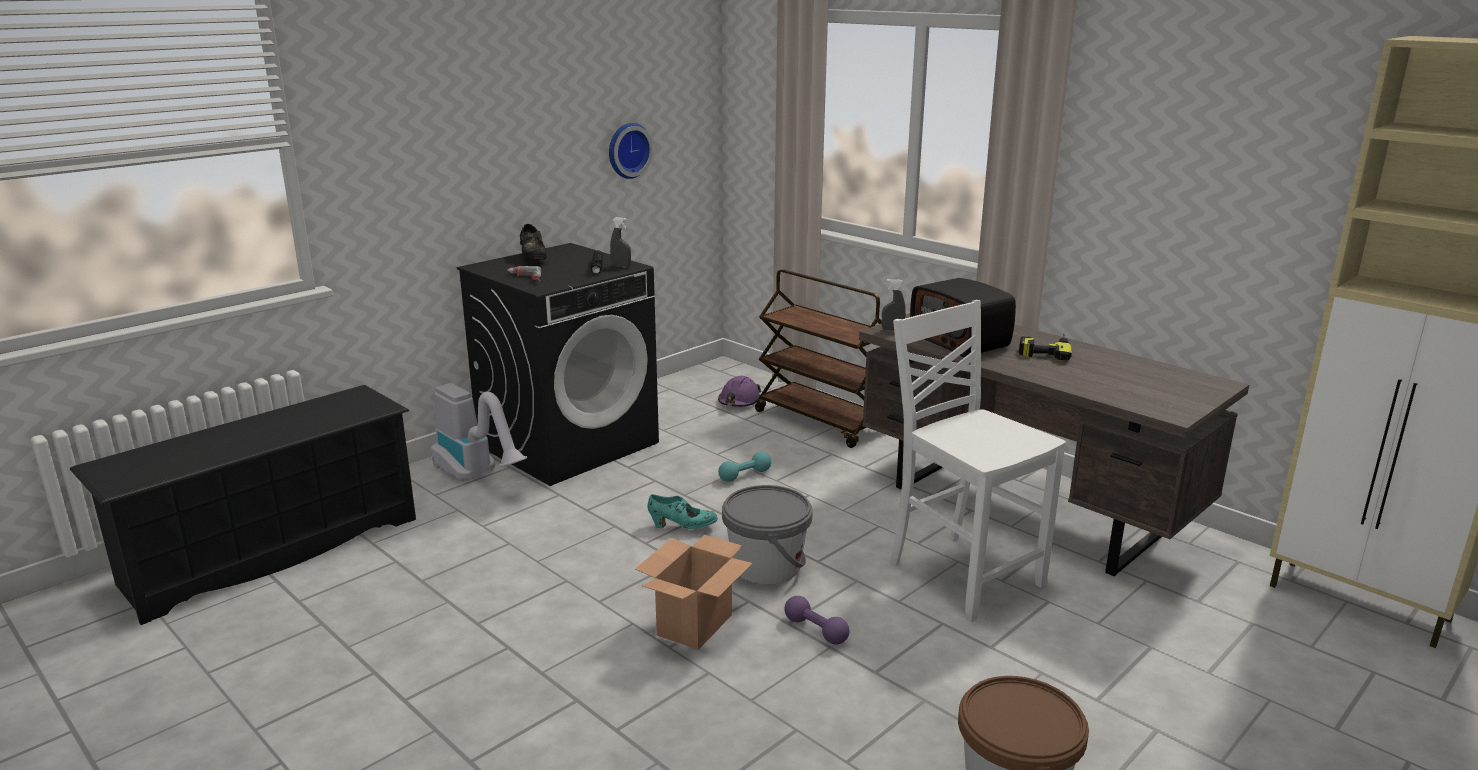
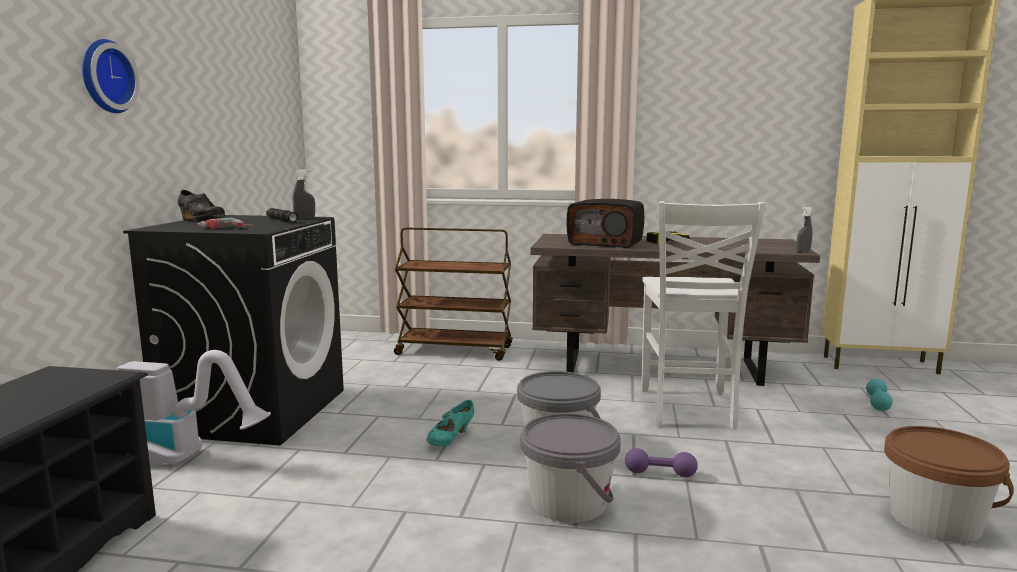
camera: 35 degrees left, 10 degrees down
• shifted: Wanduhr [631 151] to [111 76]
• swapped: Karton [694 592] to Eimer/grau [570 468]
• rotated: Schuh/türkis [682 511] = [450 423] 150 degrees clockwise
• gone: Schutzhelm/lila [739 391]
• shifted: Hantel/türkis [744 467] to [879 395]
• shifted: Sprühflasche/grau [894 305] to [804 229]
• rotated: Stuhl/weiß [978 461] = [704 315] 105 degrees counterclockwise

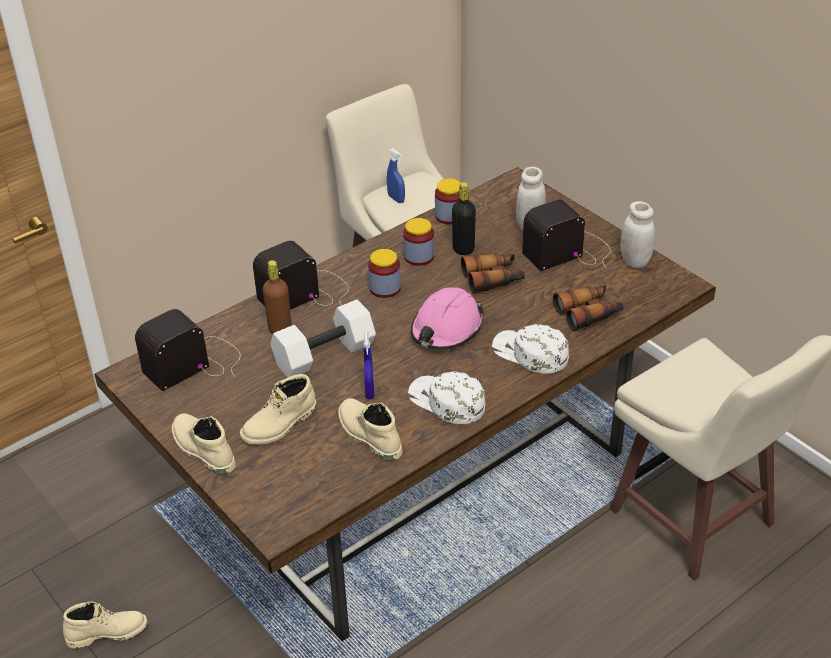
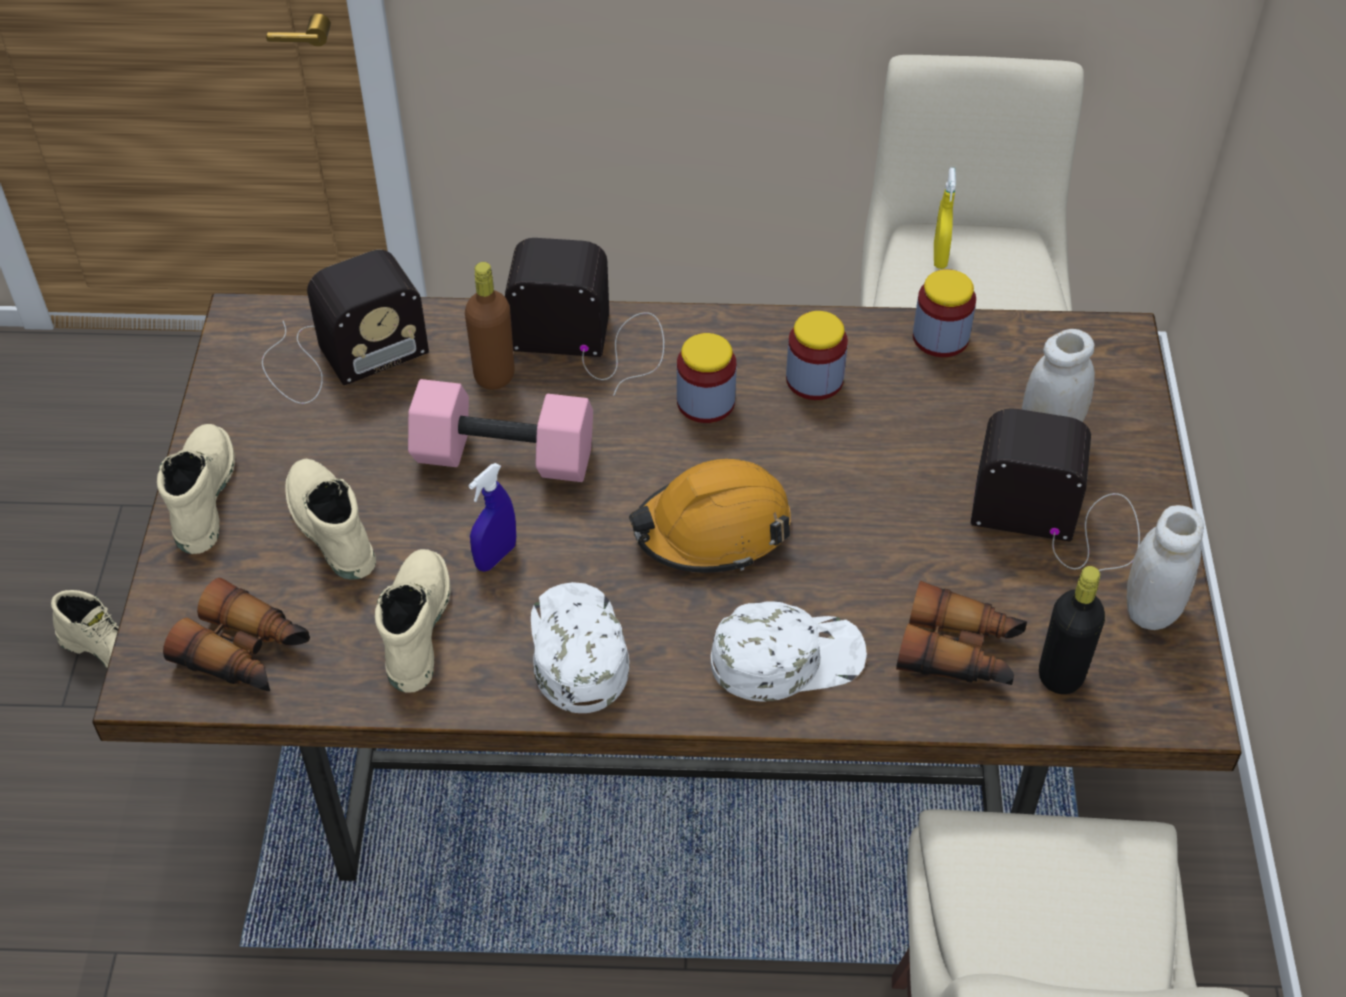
camera: 40 degrees right, 10 degrees up
• rotated: Radio [188 350] = [345 327] 150 degrees clockwise
• rotated: Stiefel/beige [278 409] = [330 519] 60 degrees clockwise
• repainted: Hantel/weiß [323 339] to Hantel/rosa [500 430]
• repainted: Sprühflasche/blau [396 175] to Sprühflasche/gelb [945 218]
• repainted: Schutzhelm/rosa [447 318] to Schutzhelm/orange [710 515]
• shifted: Flasche/schwarz [464 218] to [1072 630]
• shifted: Fernglas [493 273] to [236 634]
• rotated: Kappe/weiß [530 348] = [789 651] 90 degrees clockwise

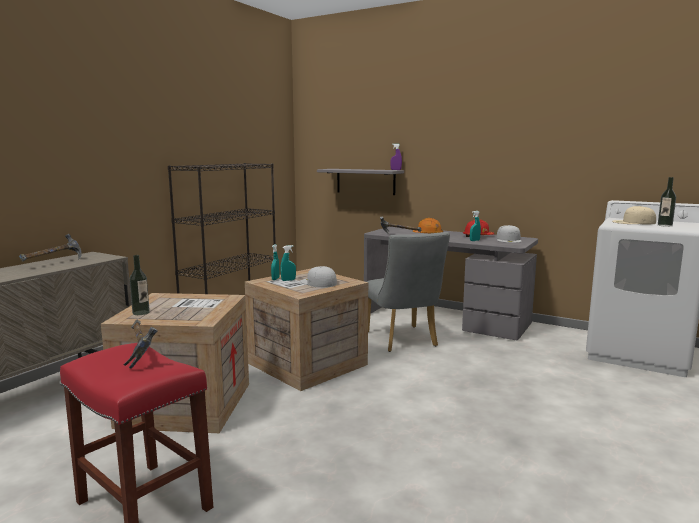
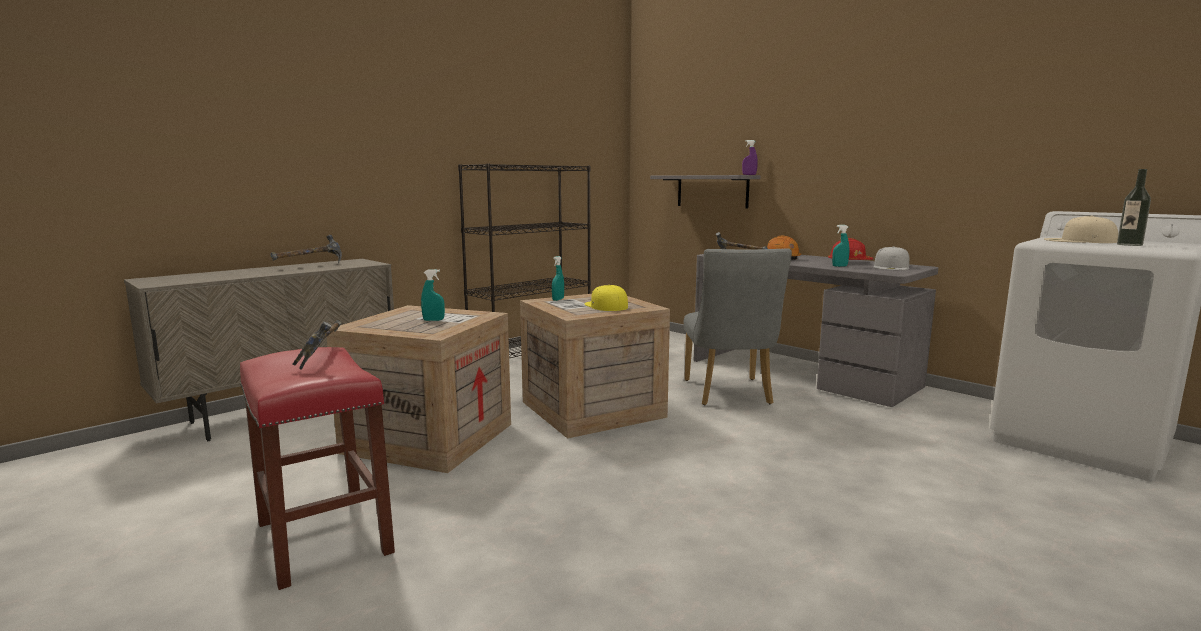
camera: 15 degrees right, 0 degrees up
• gone: Flasche [140 285]
• shifted: Sprühflasche/türkis [288 263] to [433 295]
• repainted: Kappe/weiß [318 277] to Kappe/gelb [606 298]

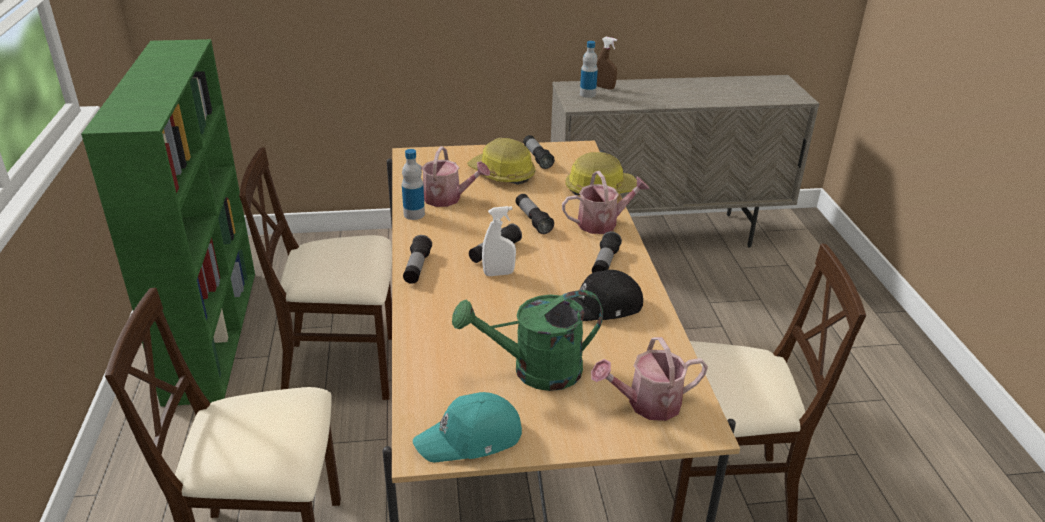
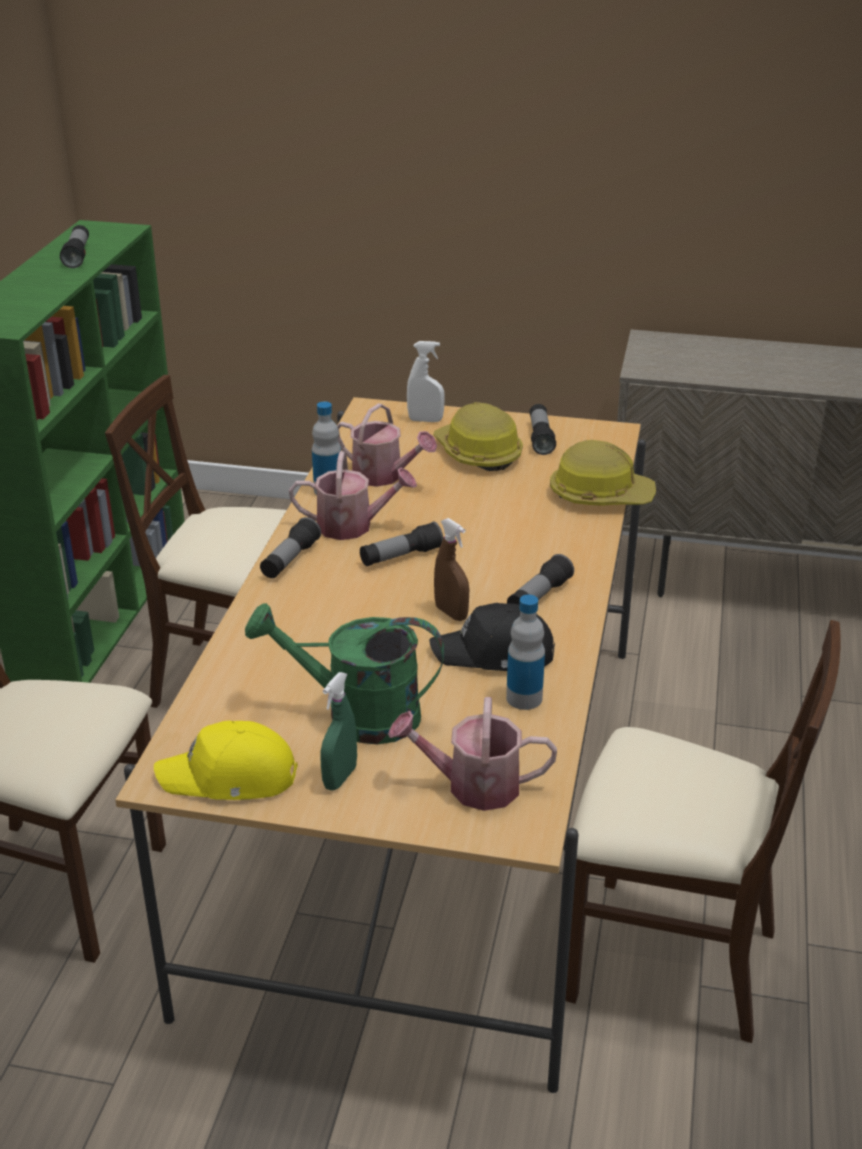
camera: 20 degrees right, 0 degrees up
• repainted: Kappe/türkis [467 427] to Kappe/gelb [225 760]
• shifted: Sprühflasche/weiß [499 241] to [426 381]
• shifted: Taschenlampe [535 214] to [74 246]
• shifted: Gießkanne [605 202] to [353 495]
• shifted: Flasche [589 69] to [525 652]
• shifted: Sprühflasche/braun [607 63] to [451 569]
• new: Sprühflasche/grün [338 731]

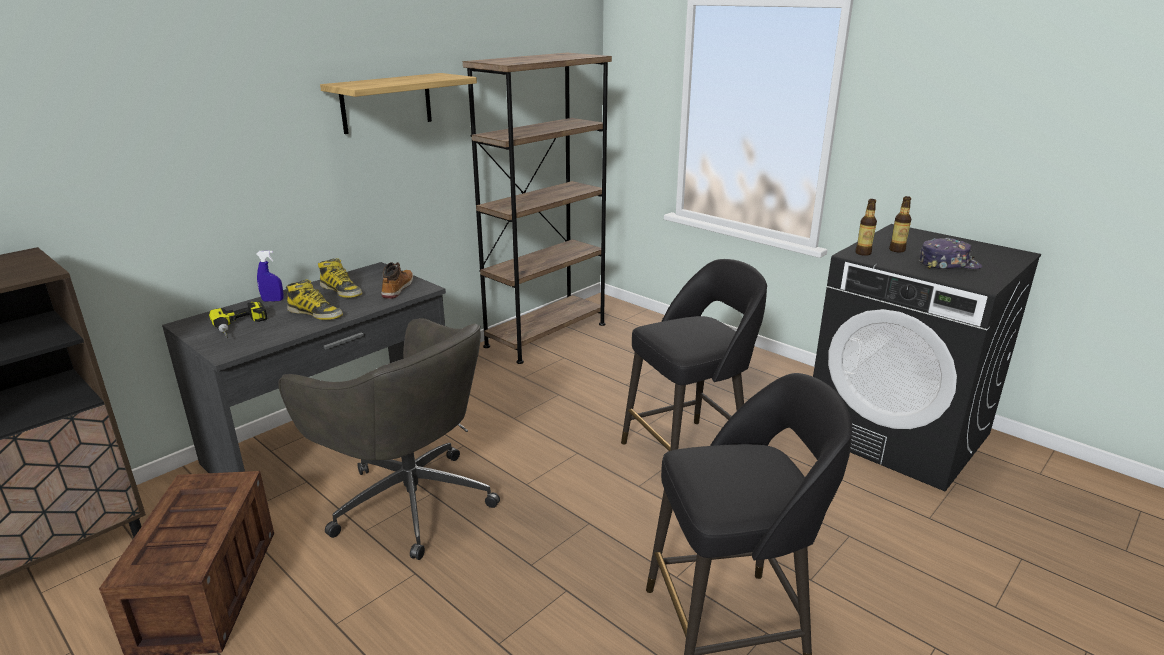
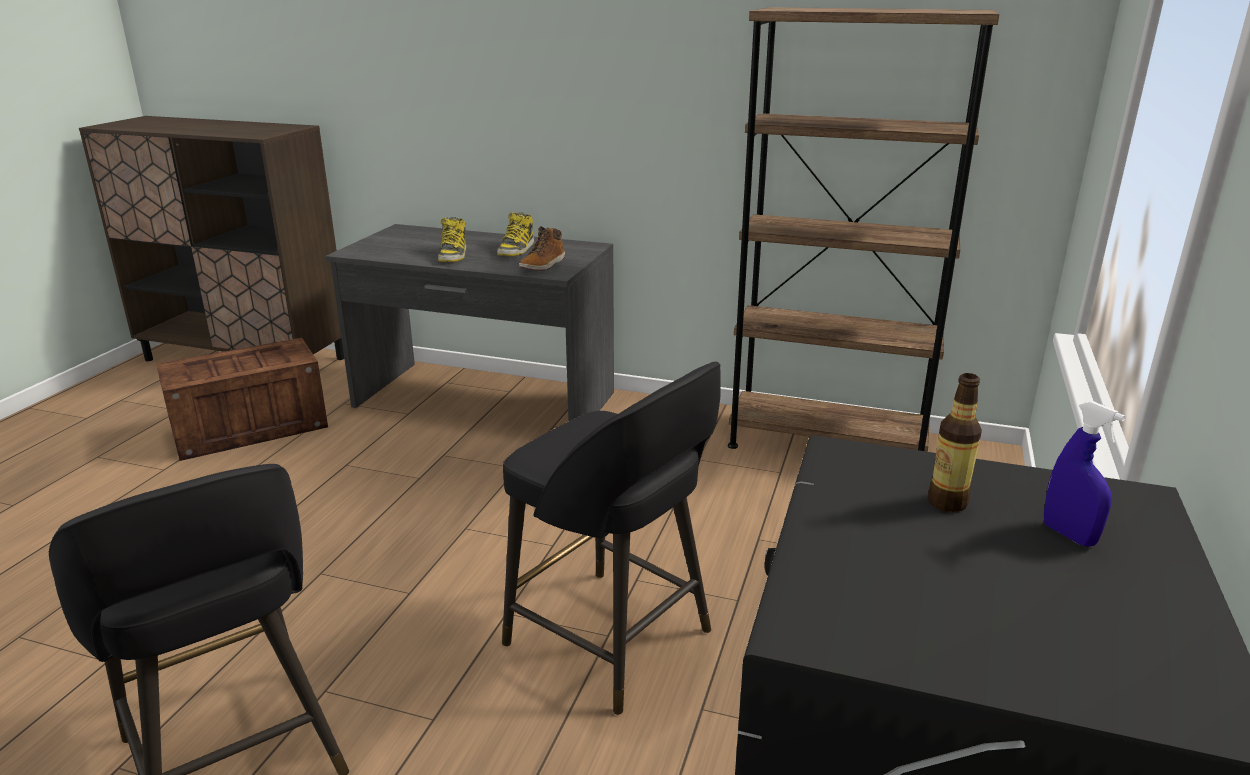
camera: 65 degrees right, 0 degrees up
• gone: Bohrmaschine [238 320]
• shifted: Sprühflasche/blau [270 275] to [1085 474]
• gone: Bürostuhl/grau [389 439]
• gone: Wandregal [398 103]
• rotated: Stiefel [397 280] = [542 248] 135 degrees clockwise
• gone: Flasche [866 227]
• gone: Kappe [950 253]

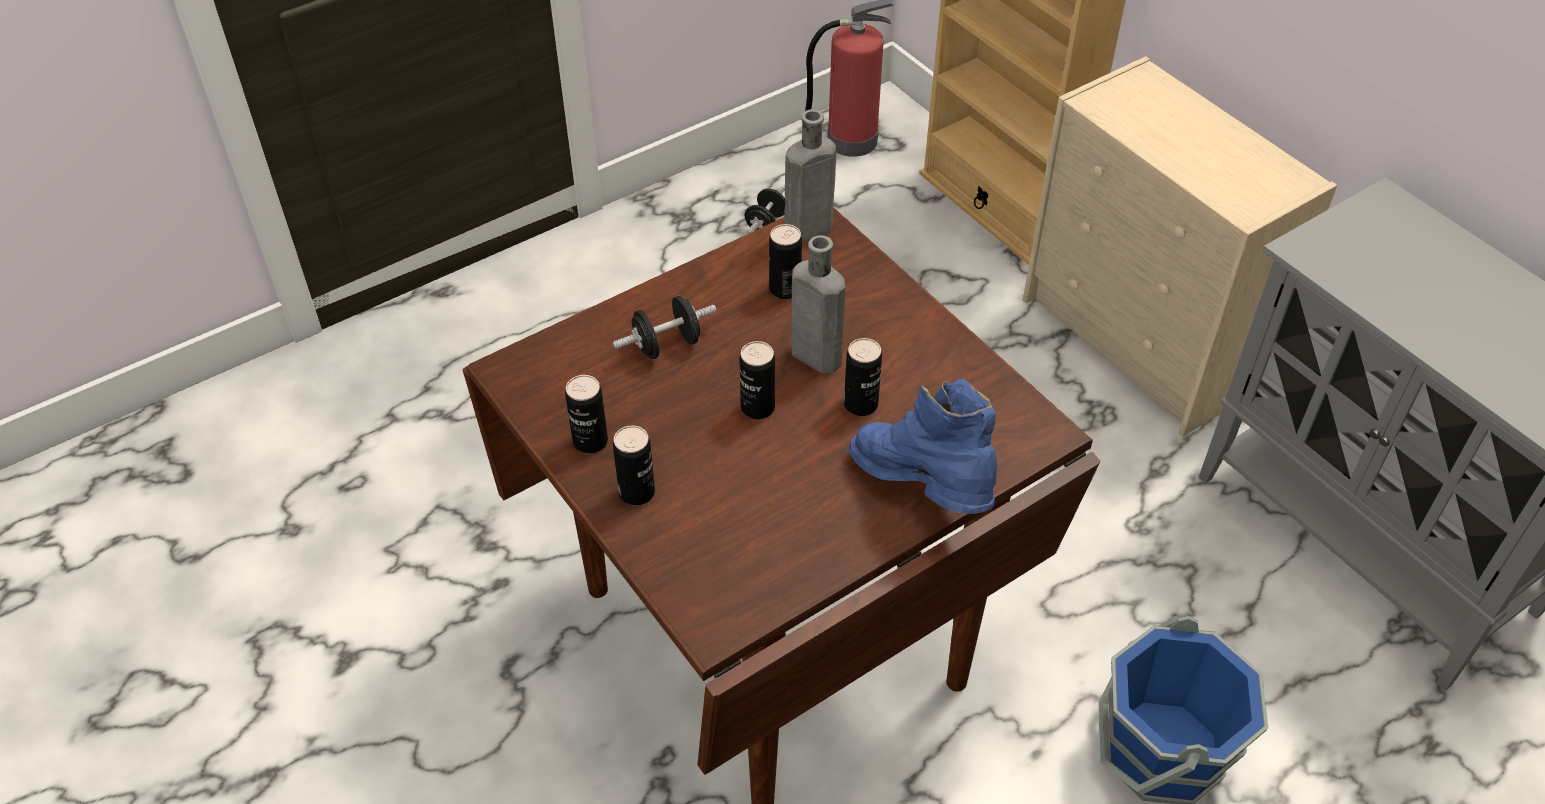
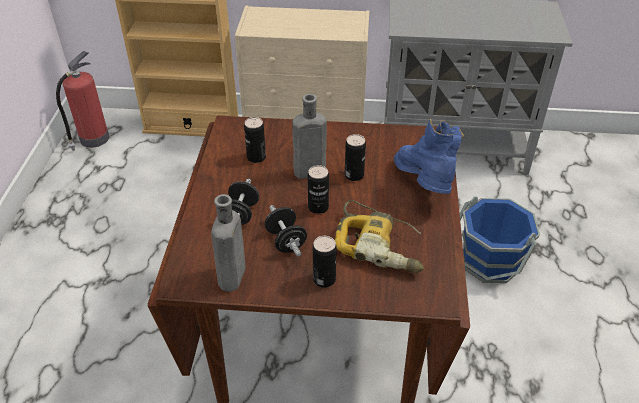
camera: 50 degrees left, 5 degrees down
• gone: Dose [586 414]
• shifted: Hantel/schwarz [765 211] to [285 231]
• shifted: Flasche/grau [810 176] to [228 243]
• rotated: Stiefel/blau [923 446] = [429 156] 75 degrees clockwise
• new: Bohrmaschine [379 236]

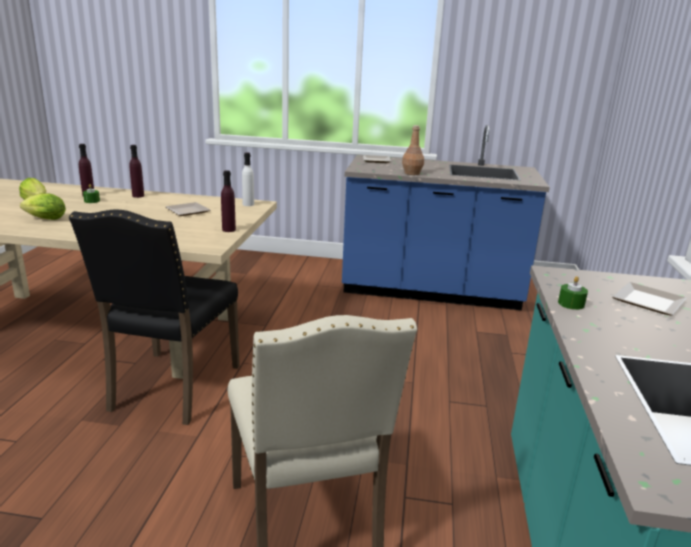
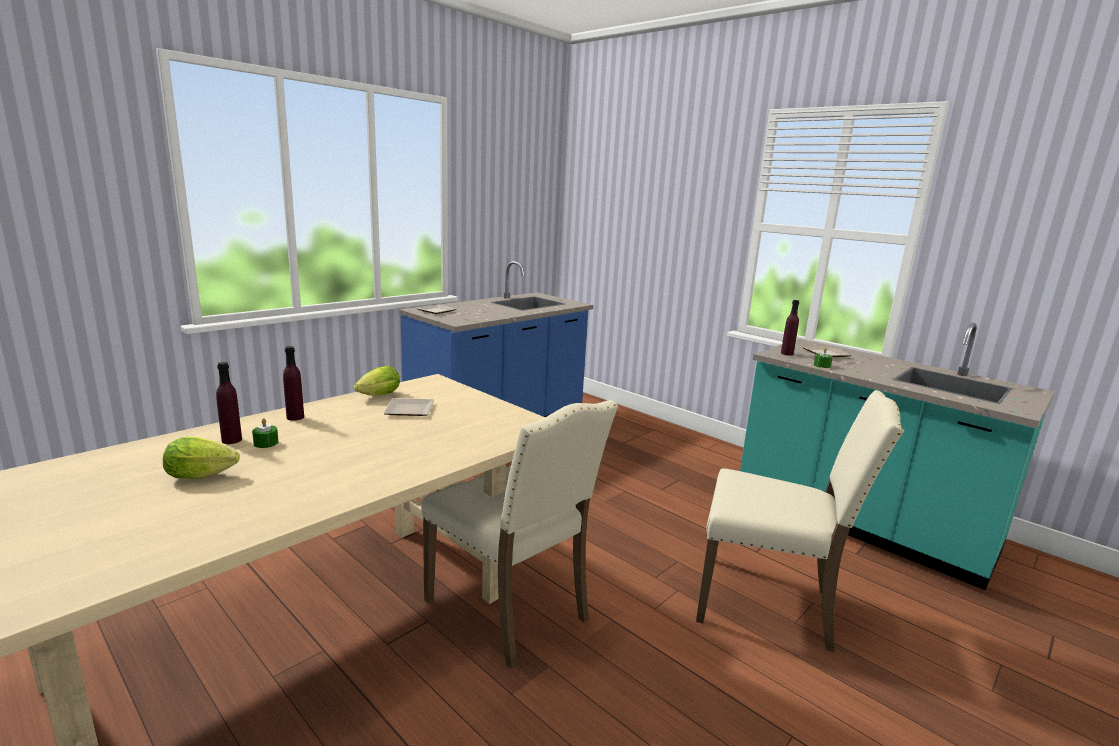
camera: 55 degrees left, 5 degrees down
• shifted: Salatkopf [43 206] to [377 380]
• repainted: Stuhl/schwarz [154 317] to Stuhl/beige [519 535]
• shifted: Flasche/lila [228 201] to [790 328]
• gone: Flasche/weiß [248 179]
• gone: Flasche/braun [413 150]

